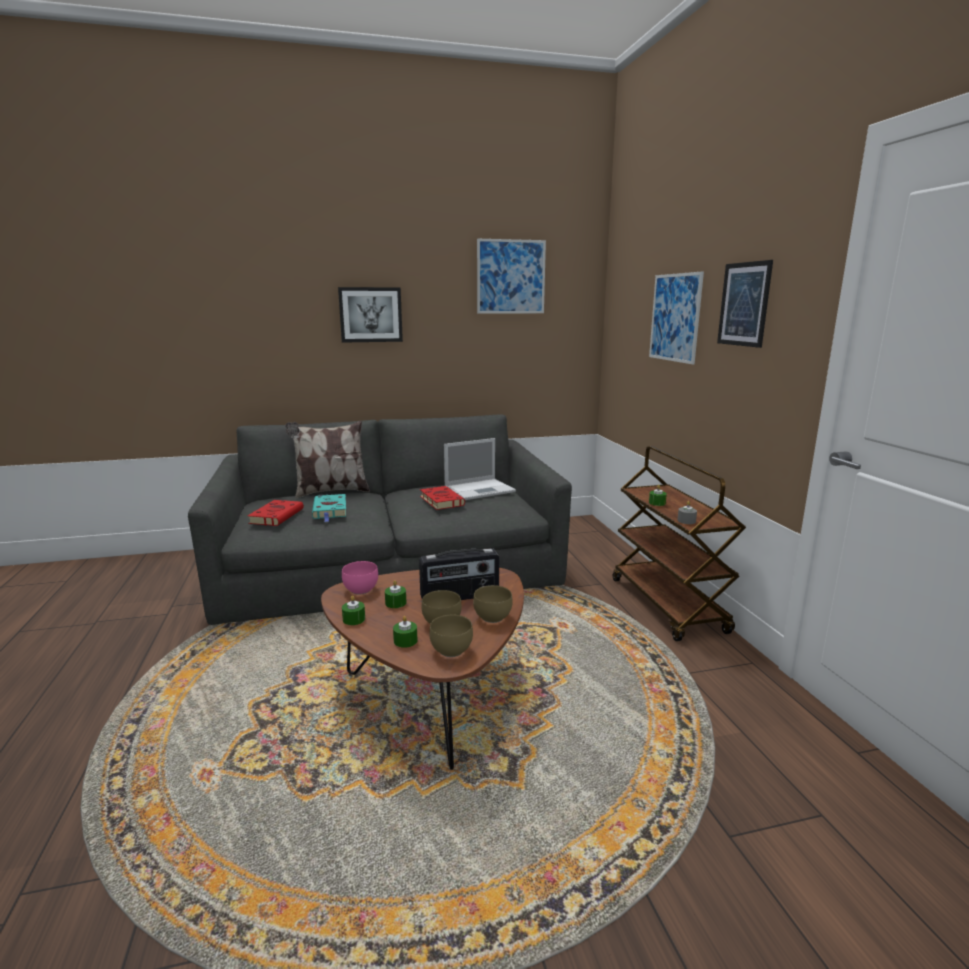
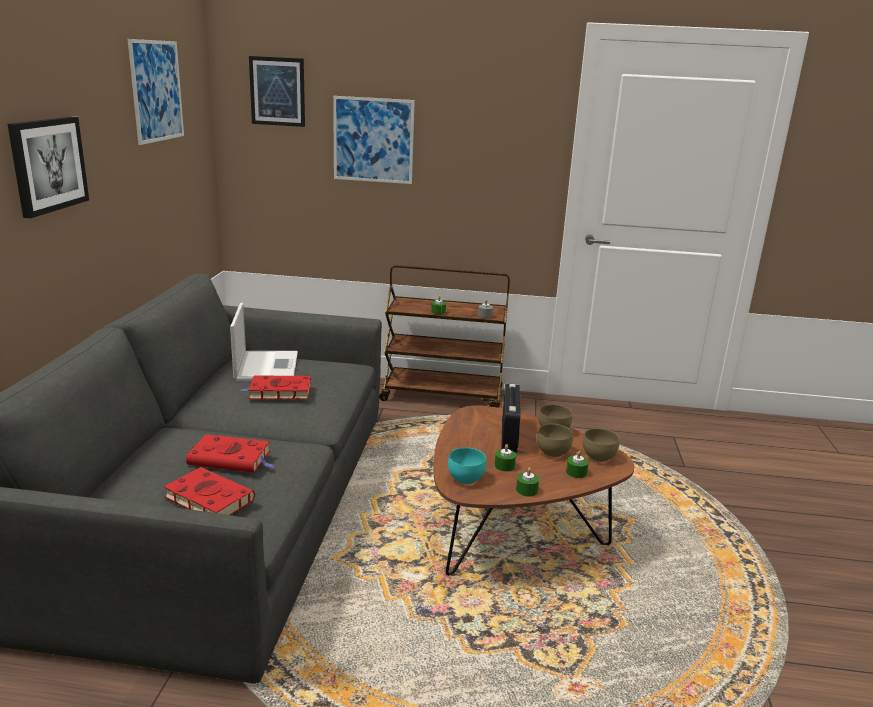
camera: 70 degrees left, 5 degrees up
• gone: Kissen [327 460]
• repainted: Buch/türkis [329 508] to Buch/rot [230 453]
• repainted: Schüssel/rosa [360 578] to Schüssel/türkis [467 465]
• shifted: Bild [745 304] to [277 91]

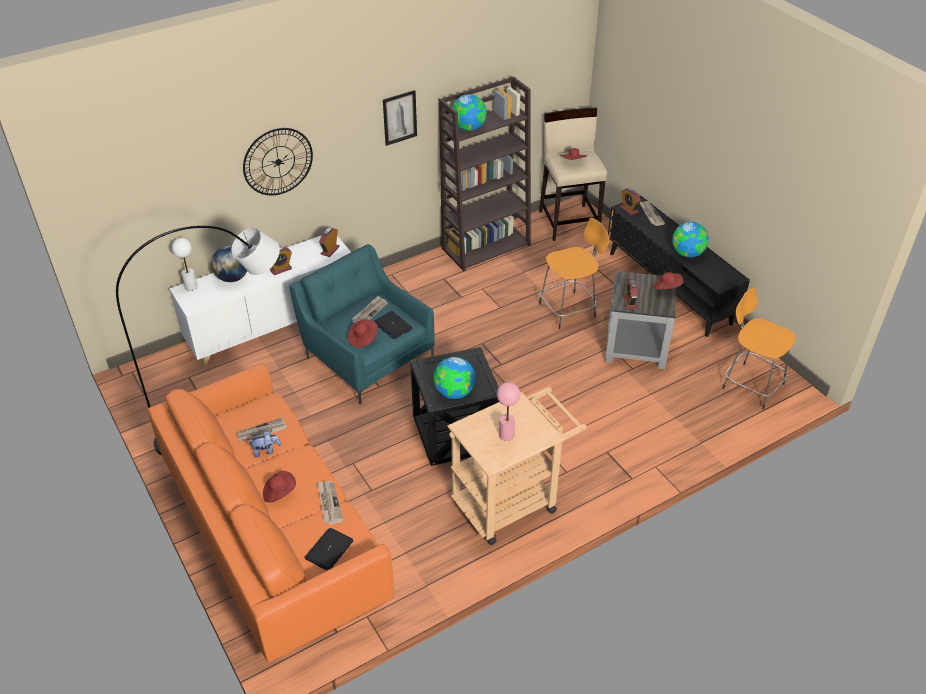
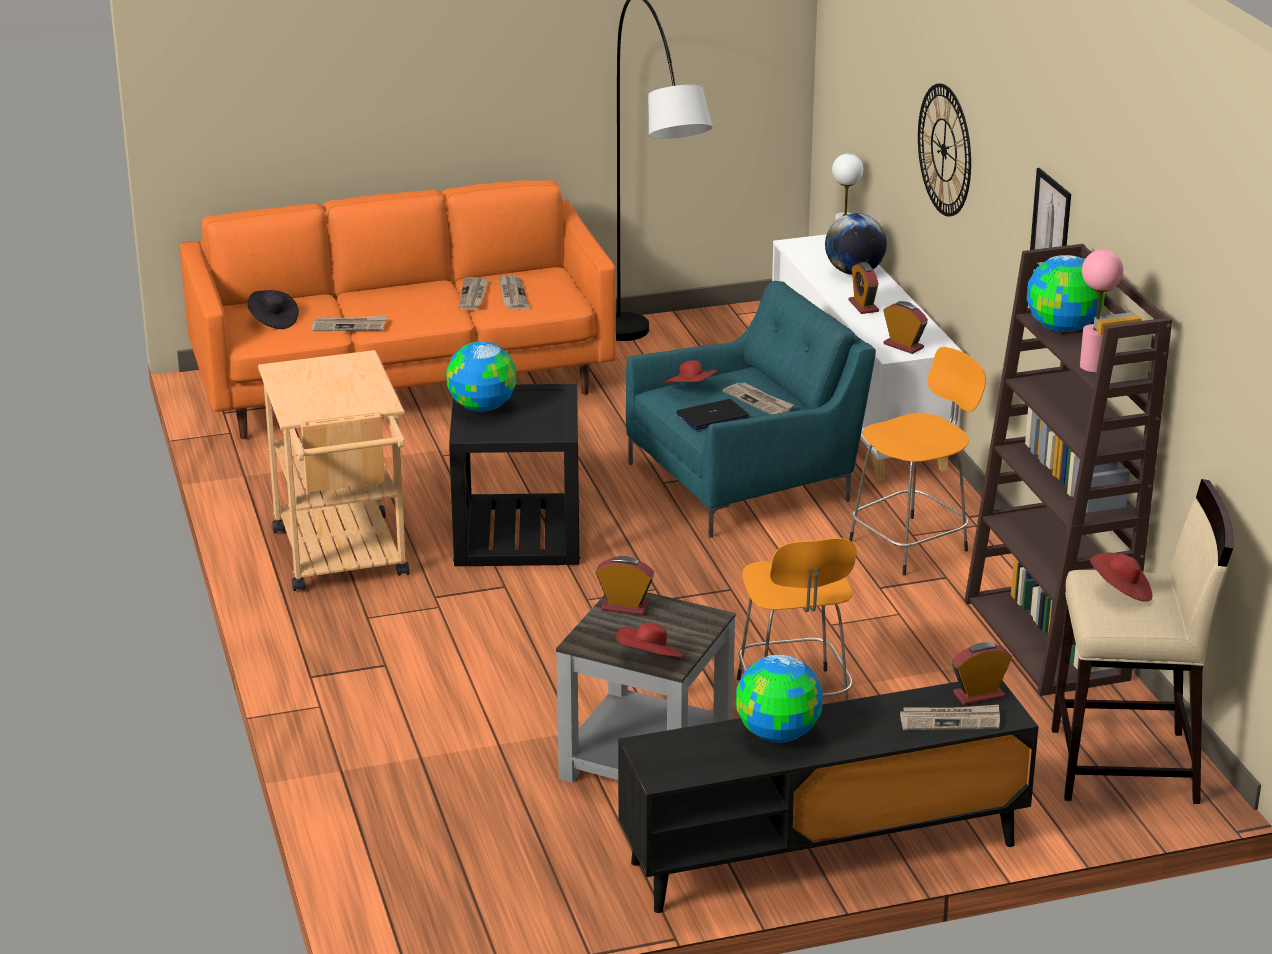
camera: 105 degrees right, 15 degrees down
• swapped: Plüschtier [264 444] to Zeitung [474 293]
• gone: Hut/rot [279 487]
• swapped: Laptop [329 549] to Hut/schwarz [273 309]
• shifted: Tischlampe/rosa [508 411] to [1101 310]
• shifted: Hocker/orange [759 348] to [917 461]

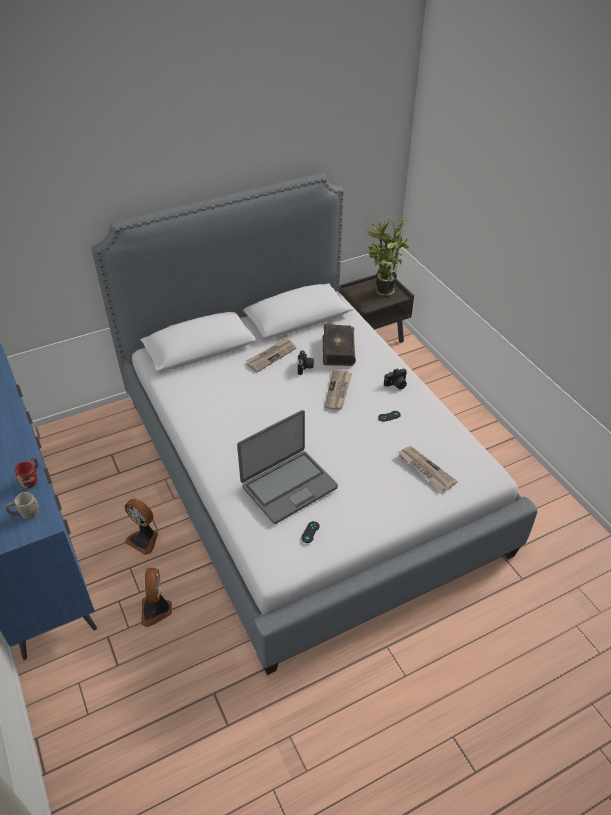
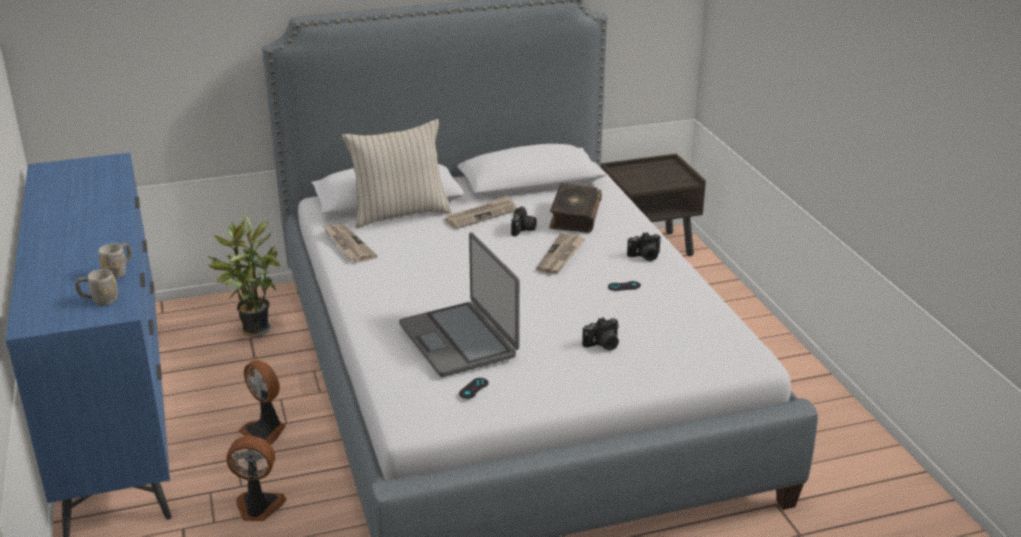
camera: 10 degrees right, 15 degrees down
• repainted: Henkelbecher/rot [27 473] to Henkelbecher/grau [115 261]
• rotated: Ventilator [156 597] = [256 478] 90 degrees clockwise
• rotated: Laptop [287 467] = [459 304] 90 degrees clockwise
• shifted: Topfpflanze [388 255] to [244 275]
• shifted: Zeitung [428 468] to [349 243]
• new: Kissen/beige [397 173]
• new: Kamera [600 334]

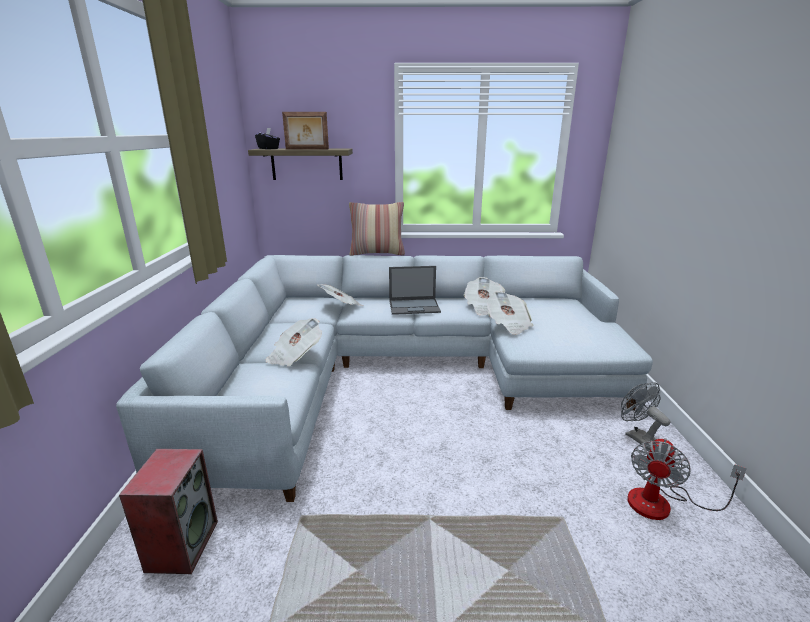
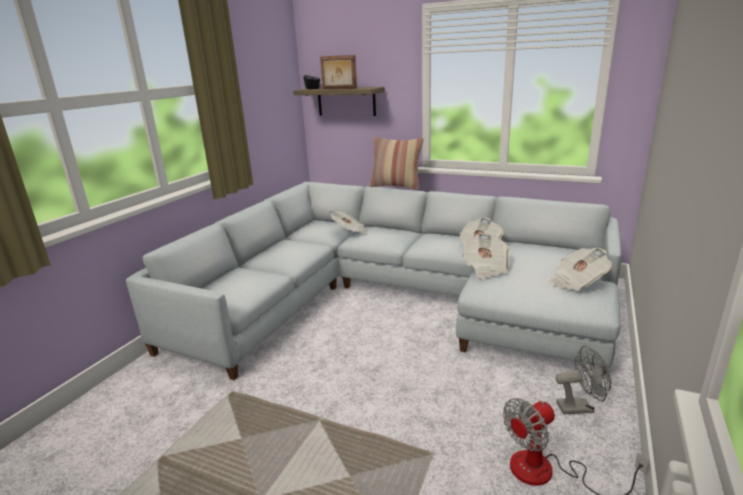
camera: 25 degrees right, 0 degrees up
• gone: Lautsprecher [168 511]
• shifted: Zeitung [294 342] to [580 269]
• gone: Laptop [415 290]
• rotated: Ventilator/grau [645 416] = [583 380] 90 degrees clockwise

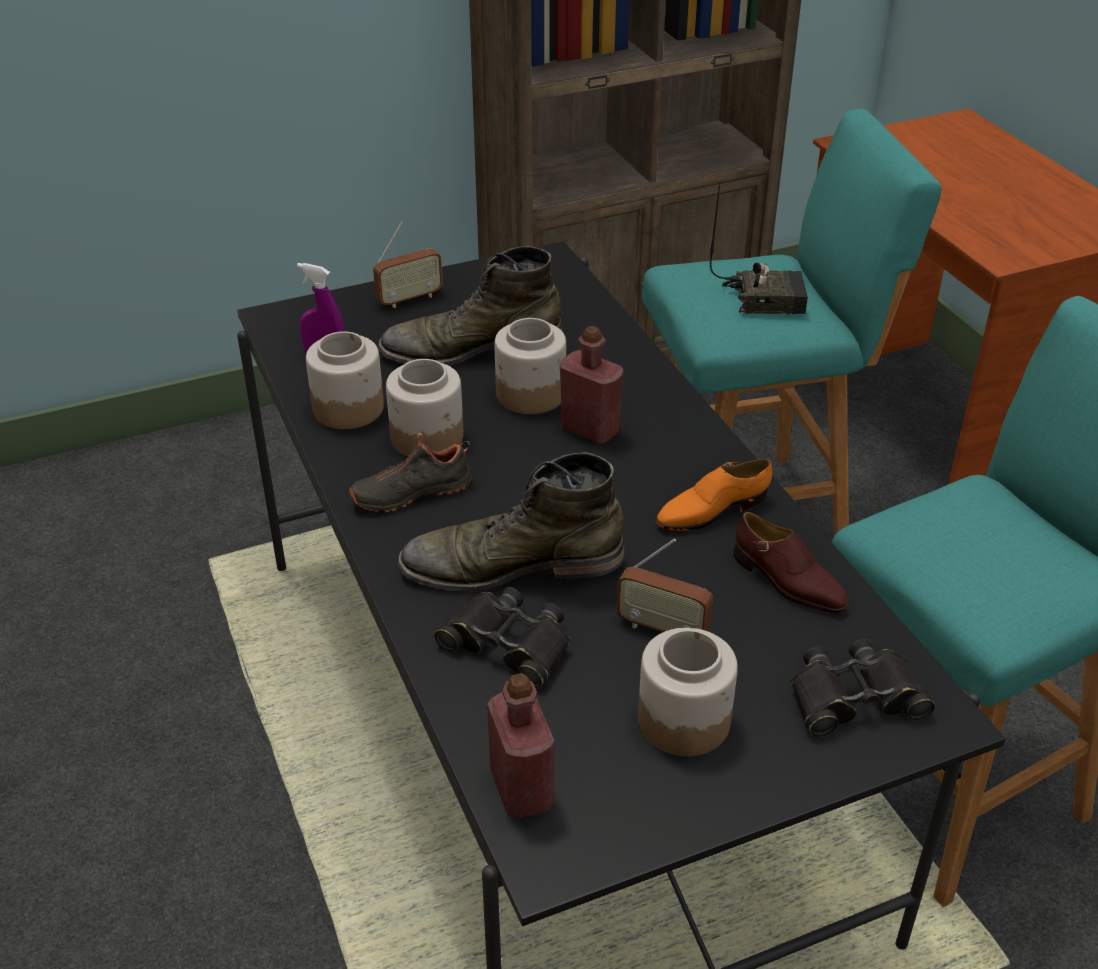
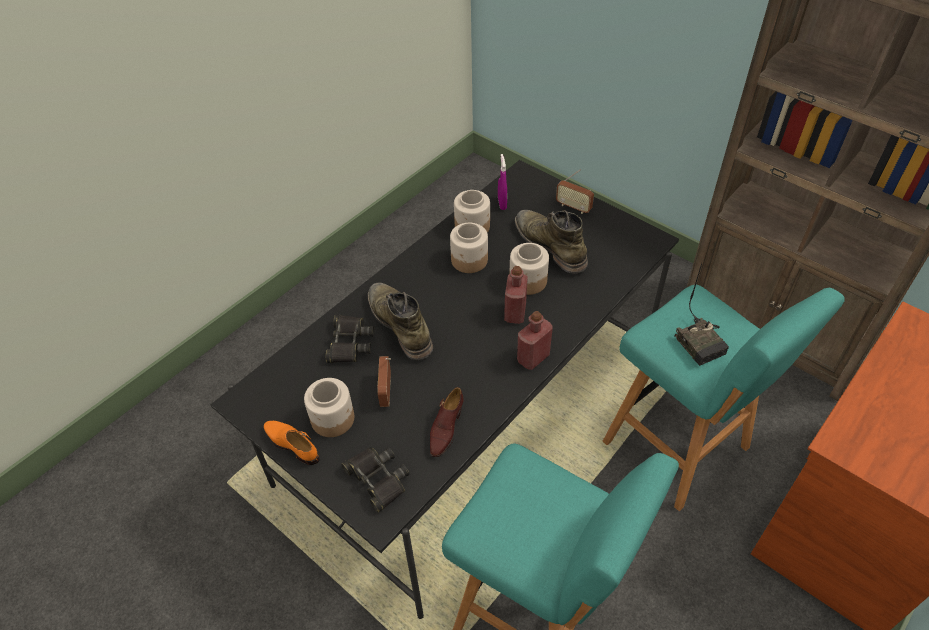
camera: 65 degrees right, 10 degrees up
• gone: Schuh/schwarz [410 472]
• shifted: Flasche/rot [521 745] to [535 340]
• shifted: Schuh/orange [714 494] to [292 443]

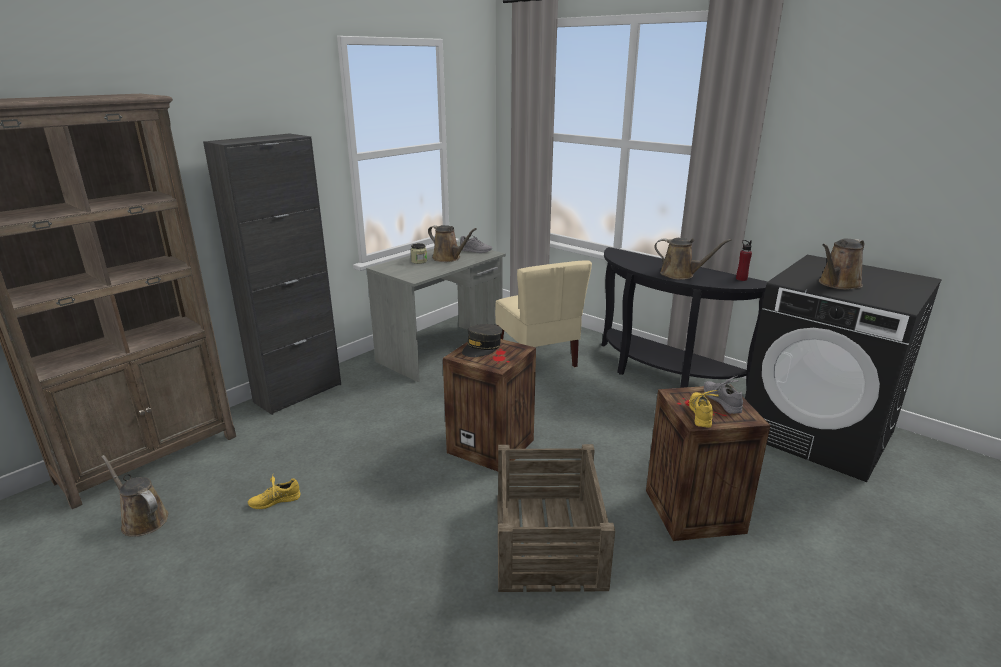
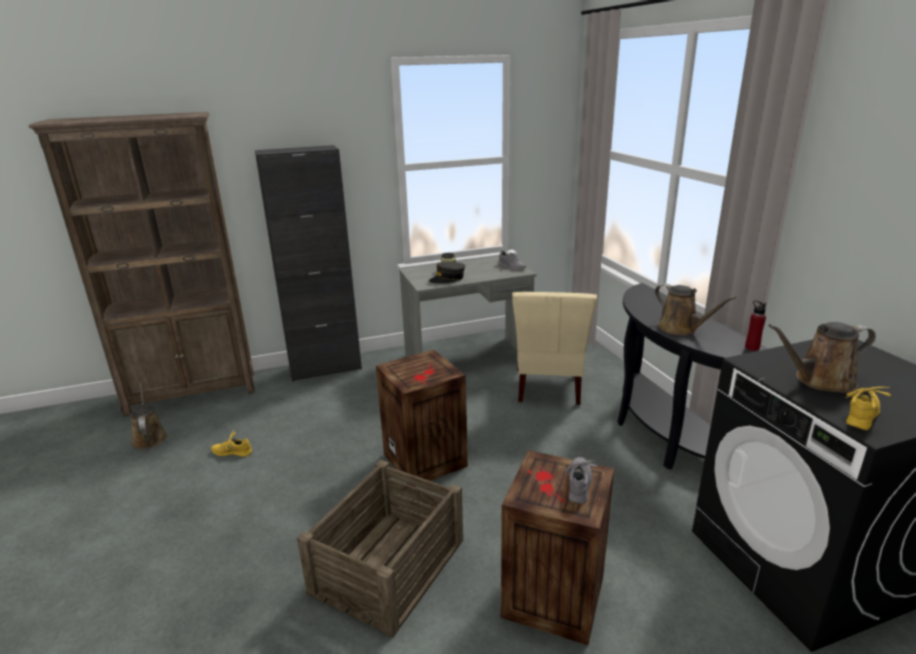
camera: 30 degrees right, 0 degrees up
• gone: Gießkanne/braun [452 243]
• shifted: Kappe/grau [482 340] to [447 273]
• shifted: Schuh/gelb [703 409] to [868 408]

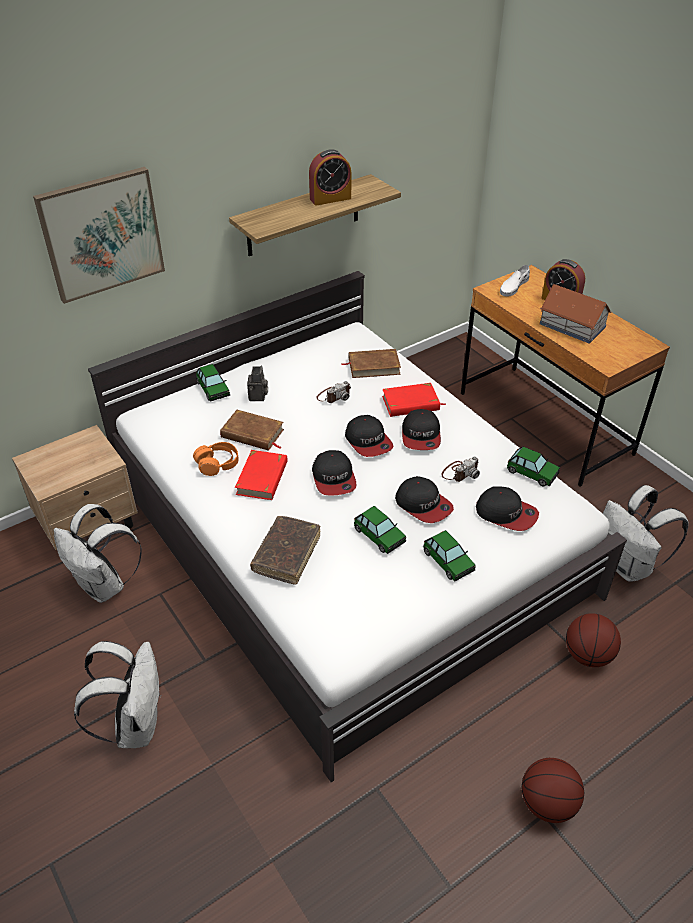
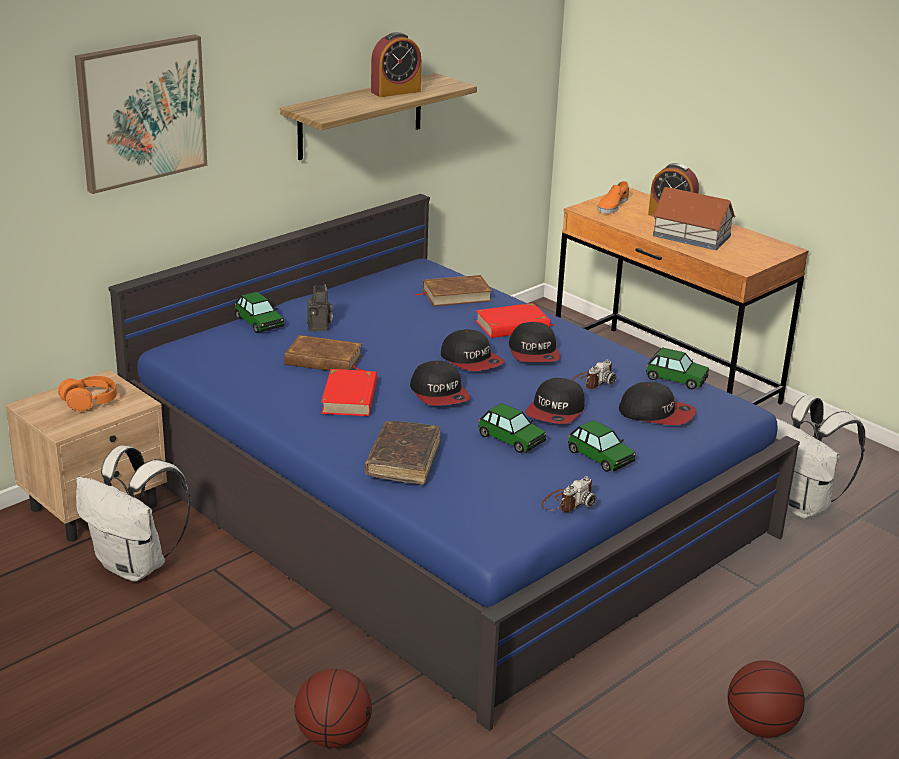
camera: 10 degrees left, 15 degrees down
• gone: Rucksack/weiß [117 694]
• repainted: Bett/weiß [357 526] to Bett/blau [454 462]
• shifted: Kopfhörer/orange [216 459] to [87 393]
• shifted: Kamera [333 392] to [568 494]
• rotated: Kappe [424 499] = [555 401] 75 degrees clockwise
• repainted: Schuh/weiß [515 280] to Schuh/orange [613 197]
• shifted: Basketball [593 640] to [333 708]

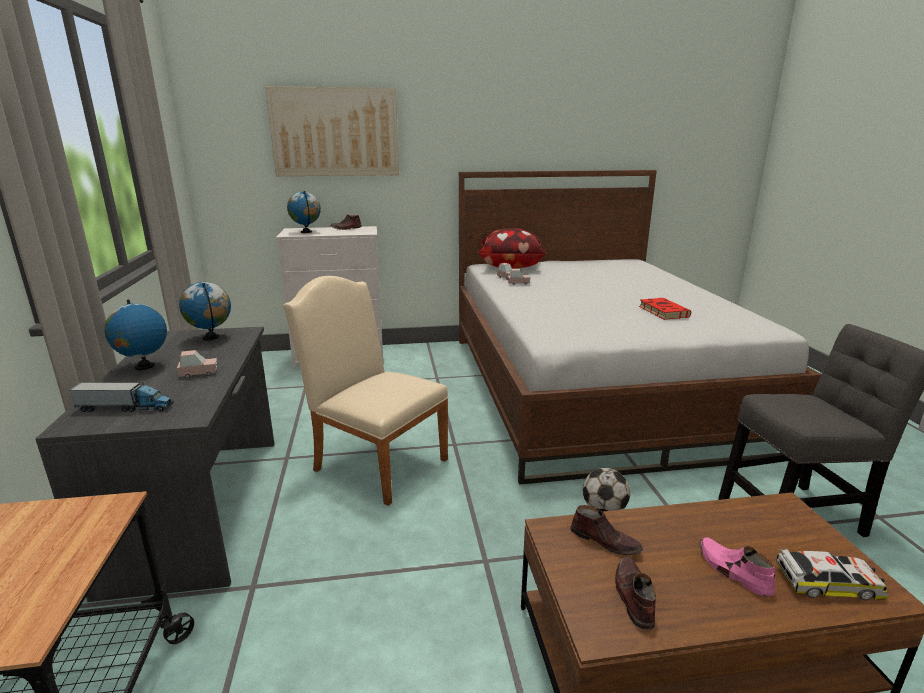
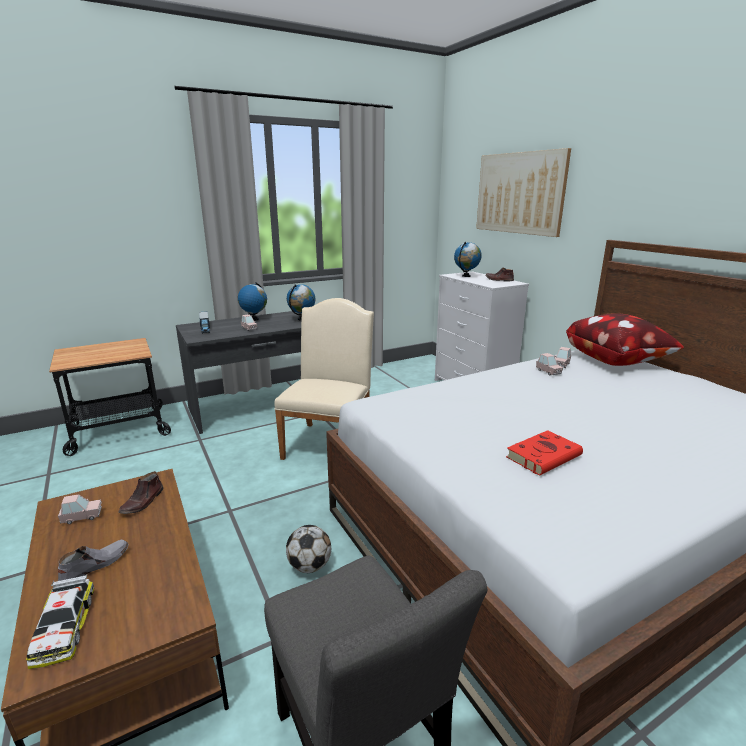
camera: 70 degrees right, 0 degrees up
• swapped: Schuh/braun [635 593] to Spielzeugauto/rosa [80 509]
• repainted: Schuh/rosa [737 566] to Schuh/grau [93 560]

